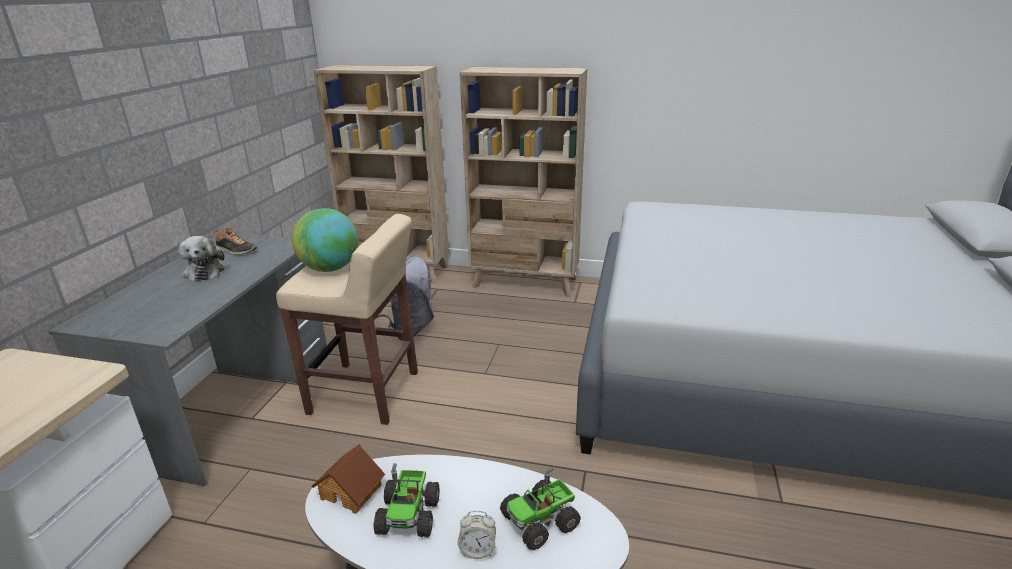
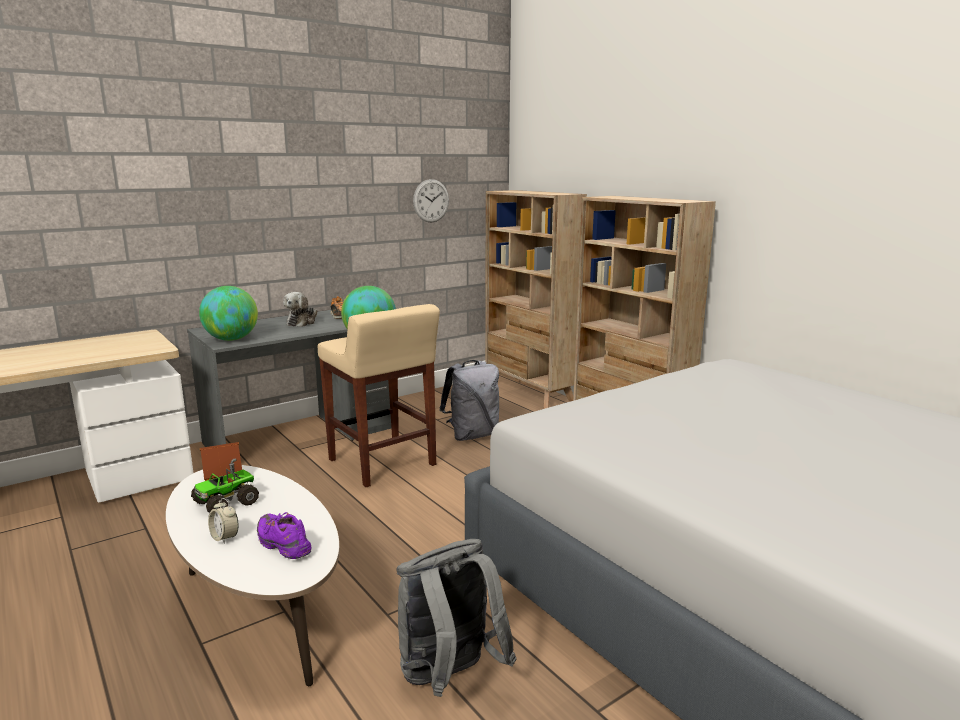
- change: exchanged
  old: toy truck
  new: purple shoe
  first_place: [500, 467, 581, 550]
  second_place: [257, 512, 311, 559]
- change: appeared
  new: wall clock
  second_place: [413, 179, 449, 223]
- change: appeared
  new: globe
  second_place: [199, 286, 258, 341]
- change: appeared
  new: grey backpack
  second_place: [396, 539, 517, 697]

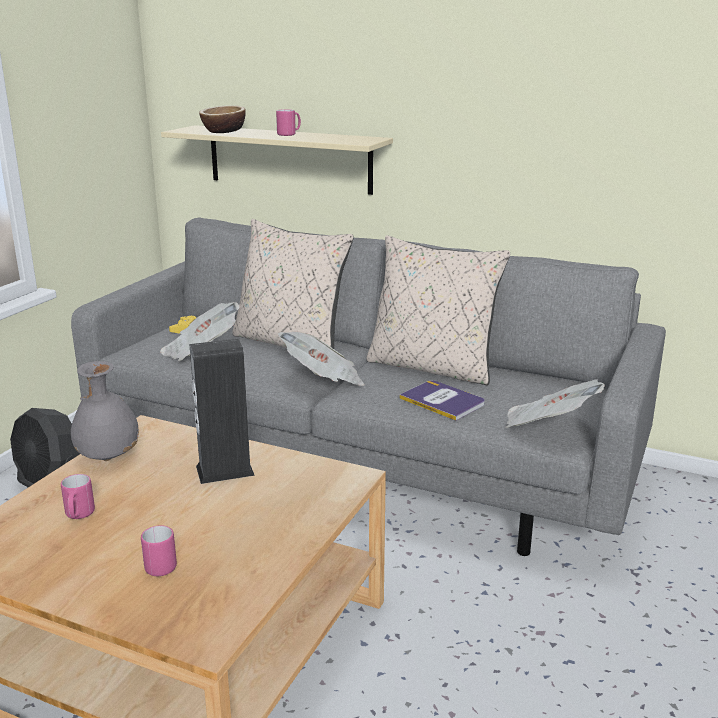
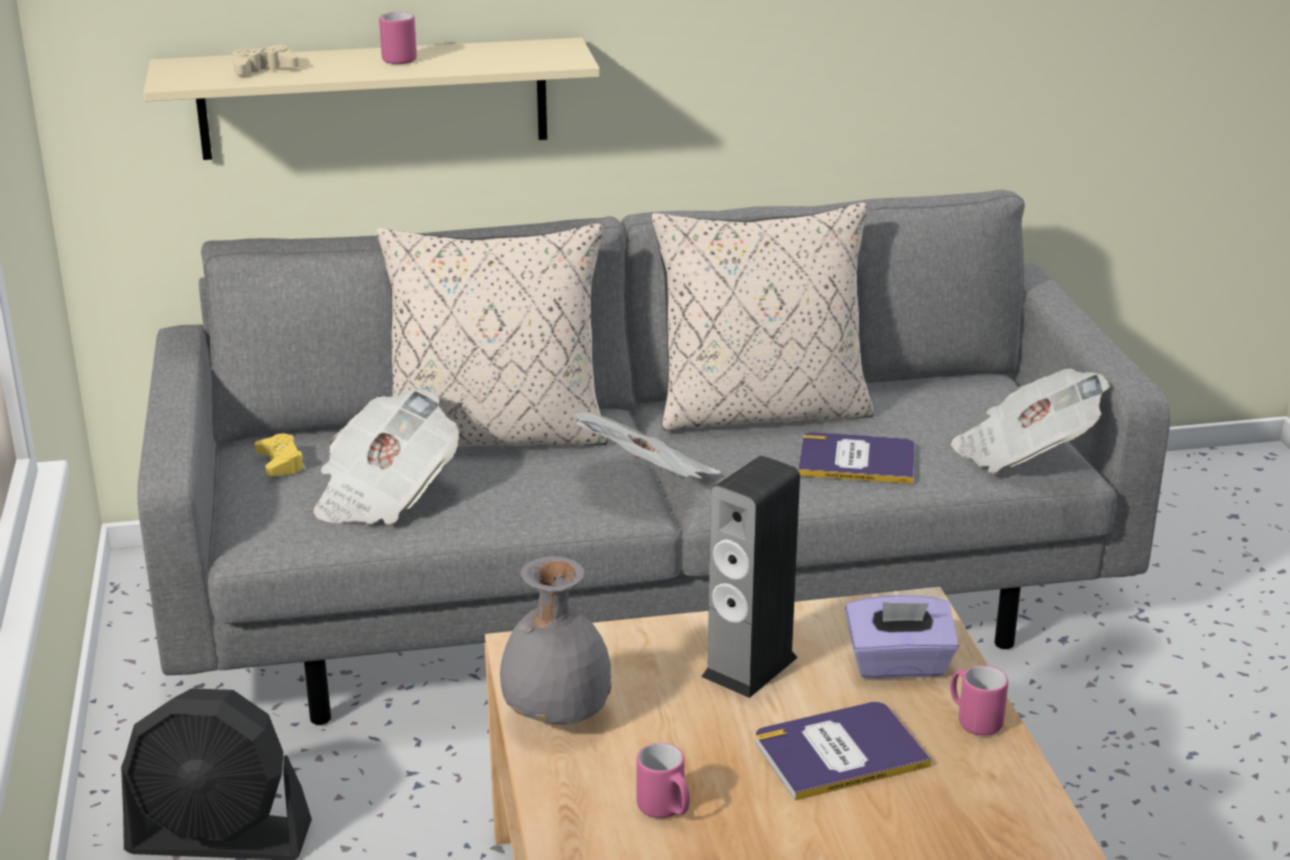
- change: exchanged
  old: bowl
  new: beige game controller
  first_place: [199, 105, 246, 133]
  second_place: [233, 45, 299, 75]
- change: relocated
  old: pink mug
  first_place: [141, 525, 177, 576]
  second_place: [950, 665, 1008, 736]
- change: appeared
  new: purple tissue box
  second_place: [845, 595, 959, 679]
- change: appeared
  new: book
  second_place: [756, 702, 931, 800]

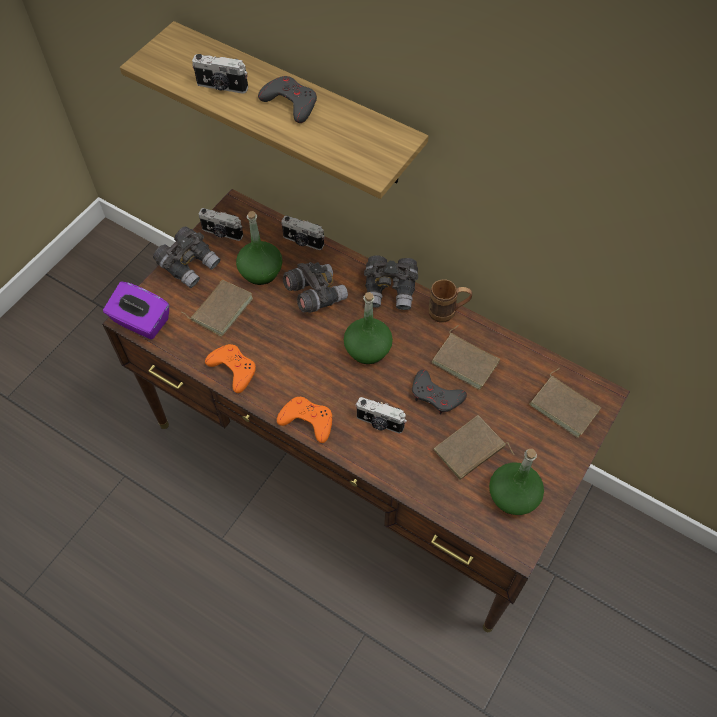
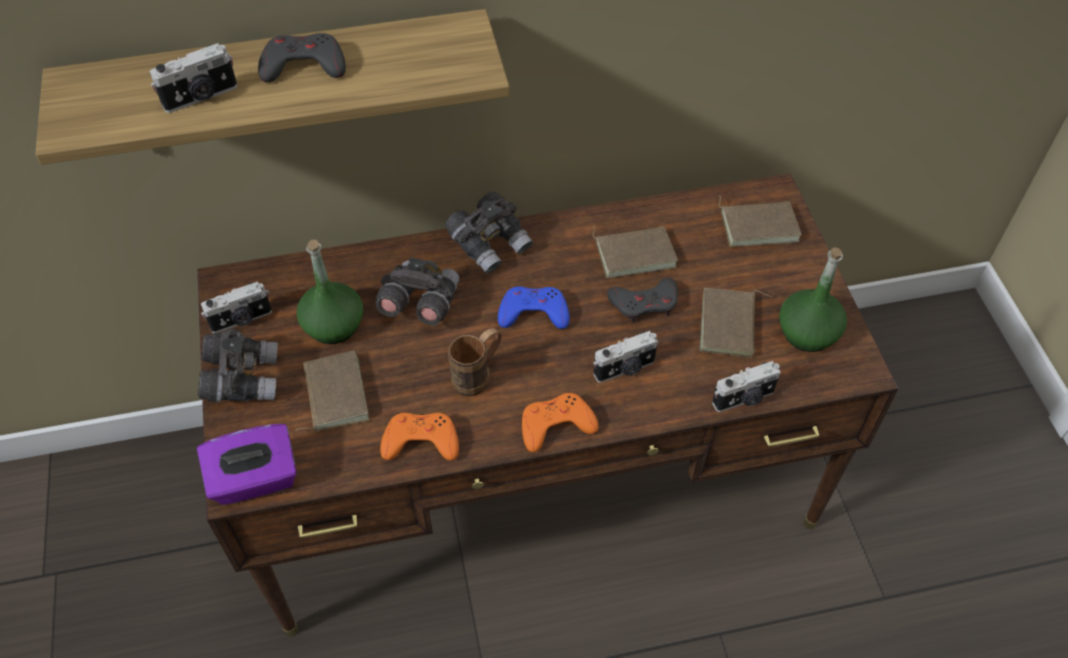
- change: relocated
  old: photo camera
  first_place: [281, 215, 325, 250]
  second_place: [712, 361, 781, 412]
- change: relocated
  old: brown mug
  first_place: [429, 279, 472, 323]
  second_place: [448, 328, 502, 397]
- change: exchanged
  old: green bottle
  new: blue game controller
  first_place: [344, 292, 393, 364]
  second_place: [498, 286, 570, 329]

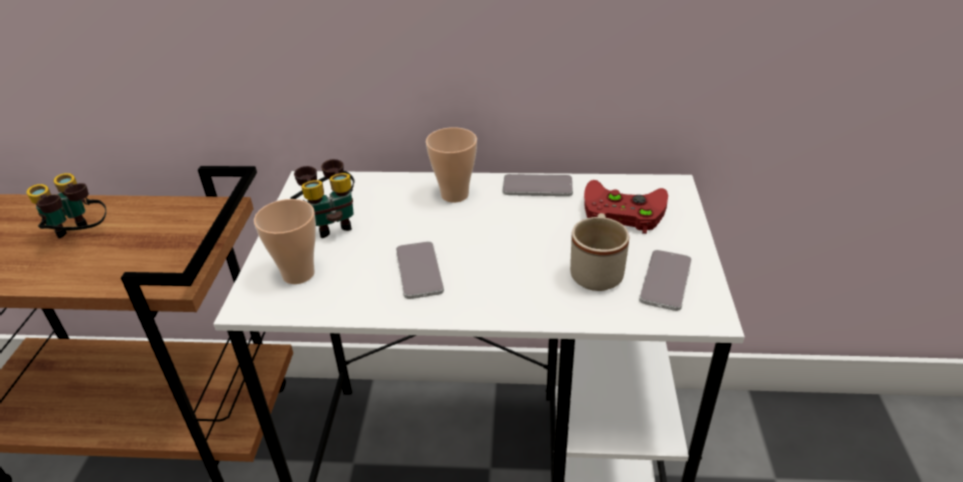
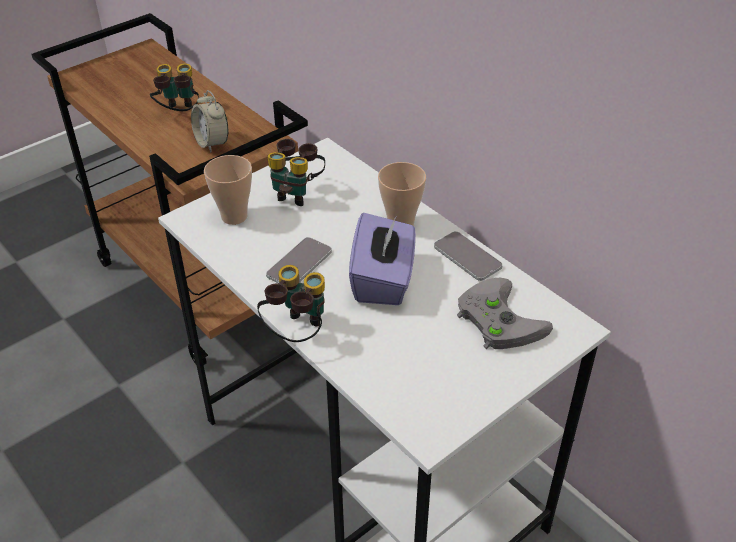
- change: colour
  old: red game controller
  new: grey game controller
  first_place: [584, 180, 668, 234]
  second_place: [457, 278, 553, 349]
- change: missing
  old: beige mug
  first_place: [570, 213, 629, 291]
- change: missing
  old: phone
  first_place: [639, 250, 692, 311]
- change: appeared
  new: alarm clock
  second_place: [191, 90, 228, 152]
- change: appeared
  new: purple tissue box
  second_place: [349, 213, 416, 305]
- change: appeared
  new: binoculars
  second_place: [257, 265, 325, 342]

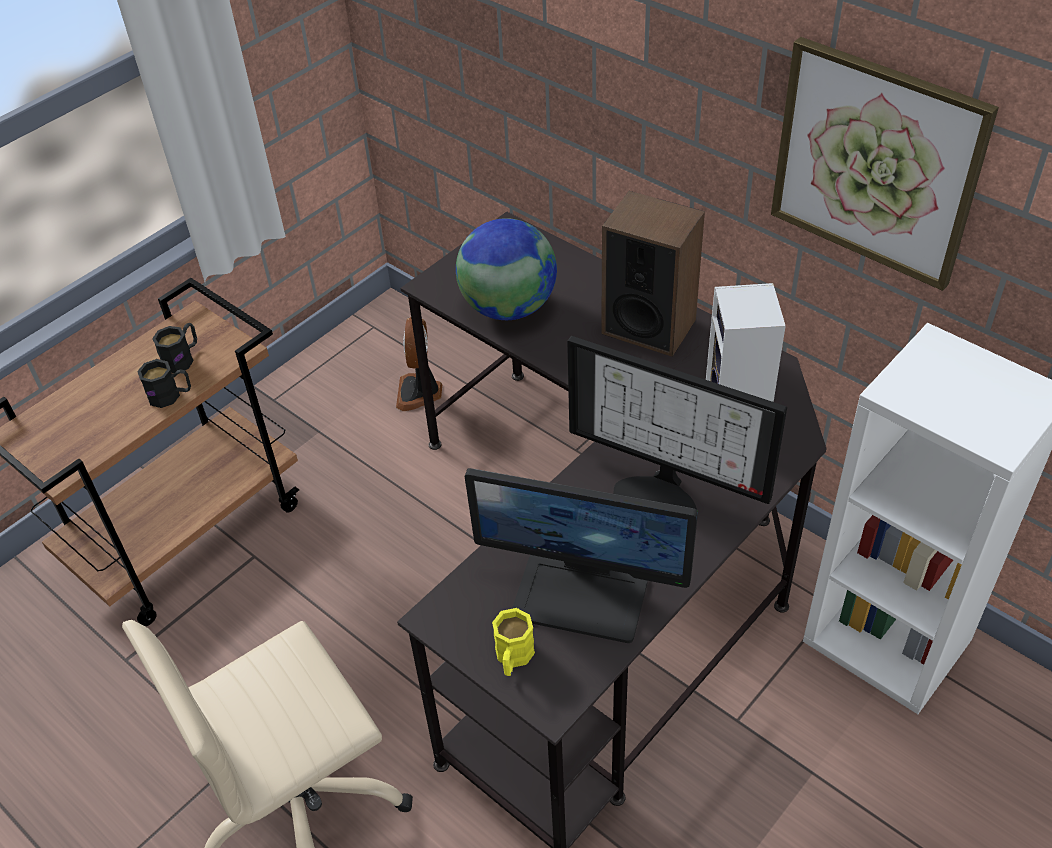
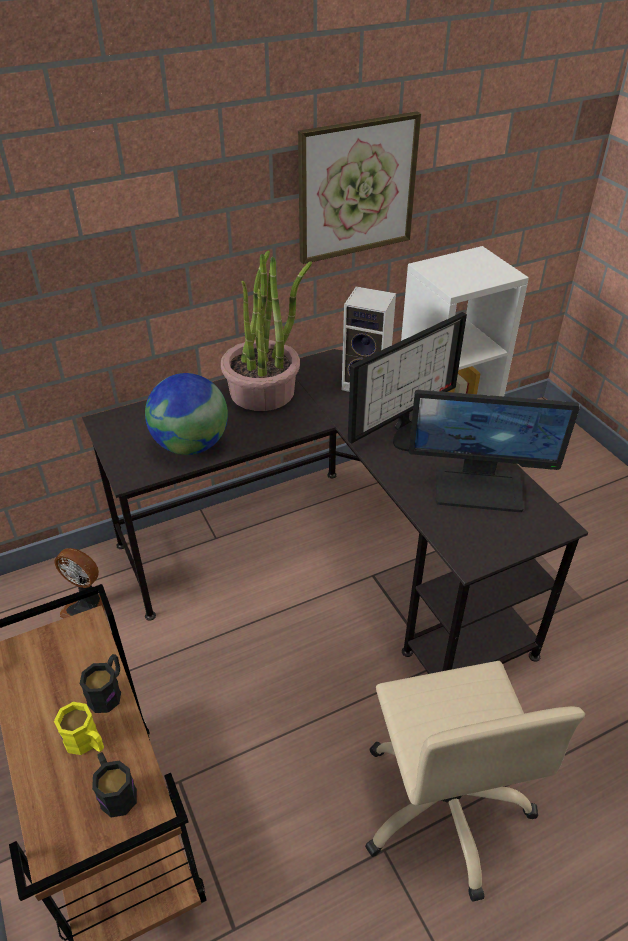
- change: exchanged
  old: speaker
  new: potted plant
  first_place: [601, 191, 705, 357]
  second_place: [221, 250, 312, 411]
- change: relocated
  old: black mug
  first_place: [152, 323, 197, 373]
  second_place: [92, 752, 137, 817]
- change: spun
  old: monitor
  first_place: [465, 468, 698, 643]
  second_place: [409, 390, 580, 512]
  degrees: 60
- change: relocated
  old: yellow mug
  first_place: [492, 608, 535, 676]
  second_place: [54, 702, 104, 755]

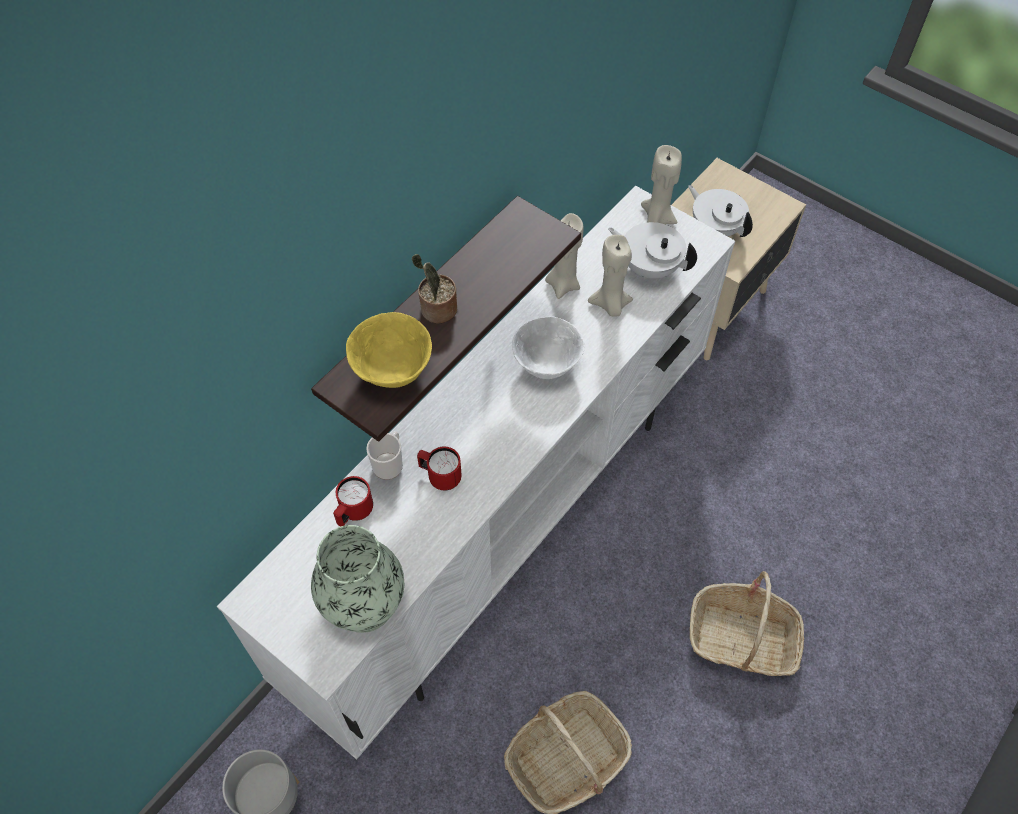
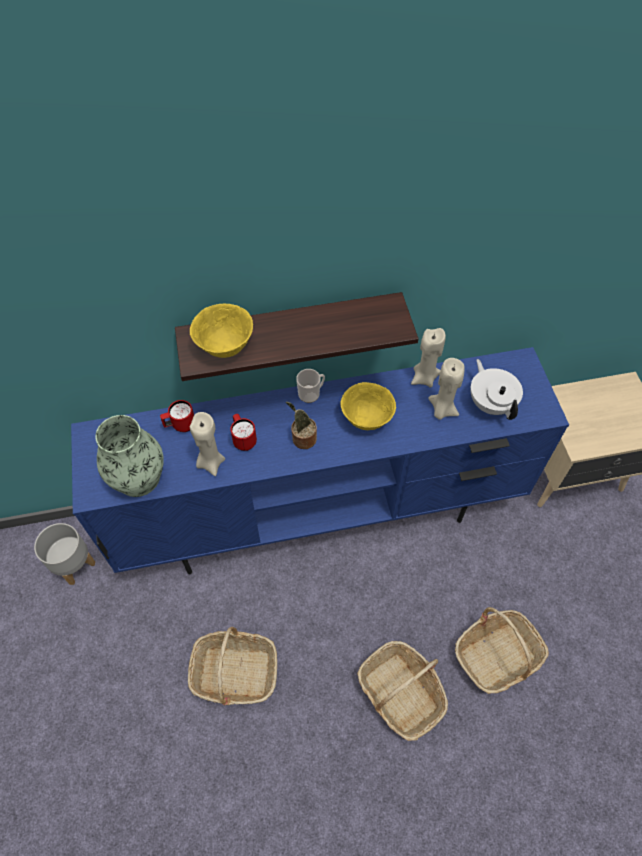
- change: relocated
  old: beige candle
  first_place: [641, 145, 682, 224]
  second_place: [190, 412, 225, 476]
- change: missing
  old: white teapot
  first_place: [688, 185, 753, 237]
- change: colour
  old: white tv stand
  new: blue tv stand
  first_place: [217, 186, 735, 760]
  second_place: [71, 347, 569, 574]
- change: relocated
  old: potted plant
  first_place: [412, 254, 457, 323]
  second_place: [285, 402, 317, 449]
- change: colour
  old: white bowl
  new: yellow bowl
  first_place: [512, 316, 585, 379]
  second_place: [341, 382, 396, 430]
- change: relocated
  old: mug
  first_place: [366, 431, 403, 480]
  second_place: [296, 369, 325, 403]
- change: appeared
  new: basket
  second_place: [455, 607, 549, 694]

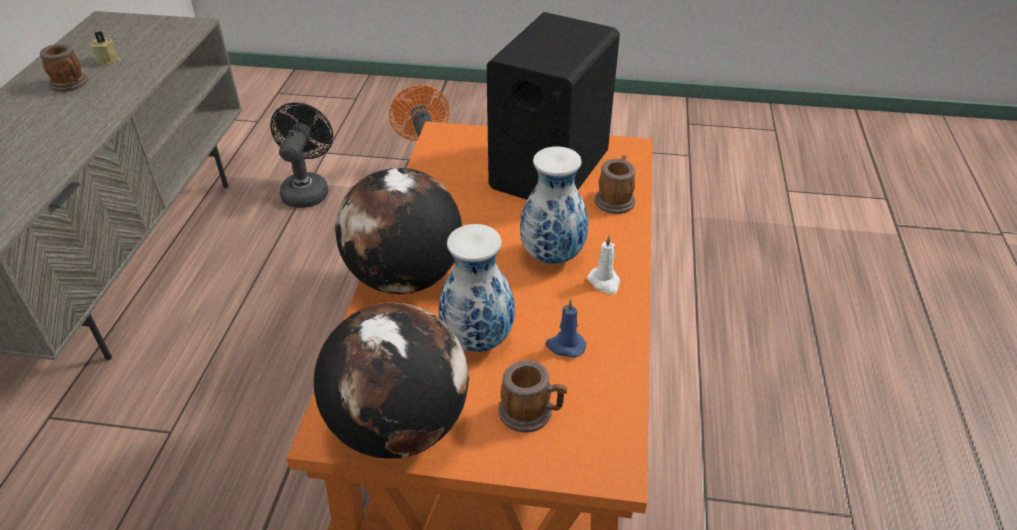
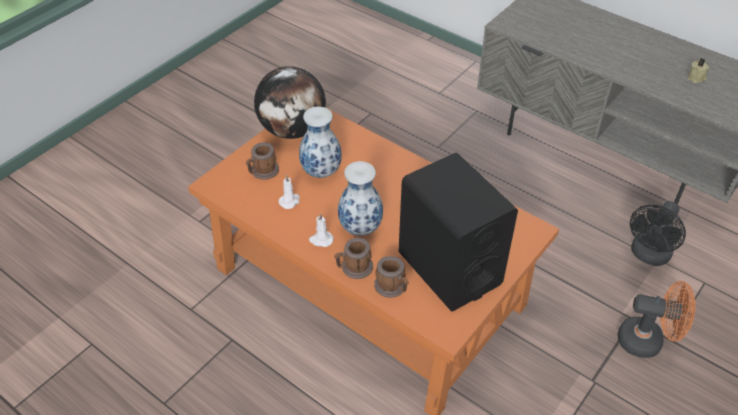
- change: relocated
  old: mug
  first_place: [40, 44, 88, 92]
  second_place: [334, 238, 373, 279]
- change: spun
  old: black fan
  first_place: [270, 102, 333, 208]
  second_place: [630, 201, 686, 266]
  degrees: 90
- change: missing
  old: globe
  first_place: [335, 168, 462, 294]
- change: colour
  old: blue candle
  new: white candle
  first_place: [545, 299, 586, 358]
  second_place: [278, 175, 300, 209]

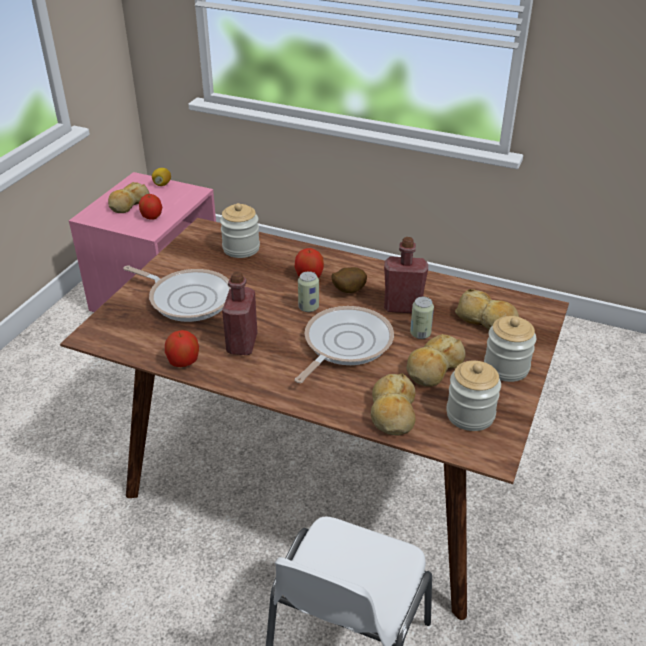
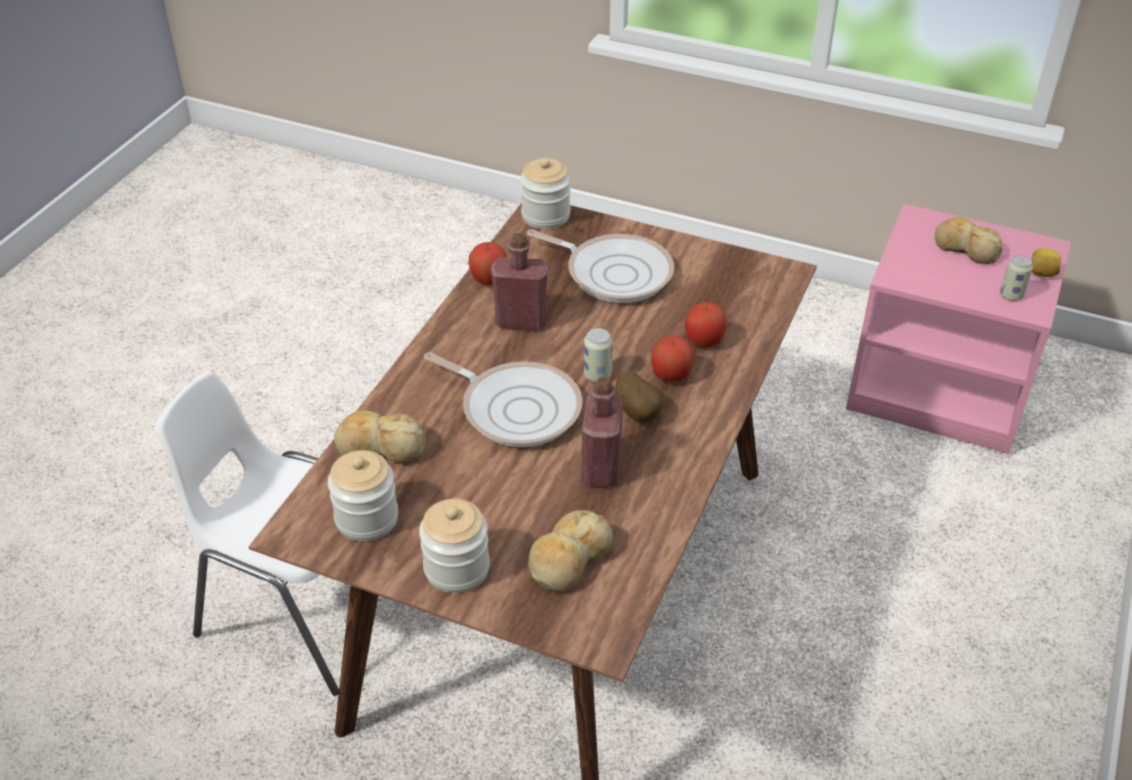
- change: relocated
  old: apple
  first_place: [139, 194, 162, 220]
  second_place: [685, 302, 726, 348]
- change: relocated
  old: jar
  first_place: [220, 203, 260, 258]
  second_place: [520, 158, 570, 229]
- change: spun
  old: frying pan
  first_place: [123, 265, 231, 322]
  second_place: [527, 229, 674, 303]
  degrees: -90
- change: relocated
  old: can
  first_place: [410, 297, 434, 339]
  second_place: [1000, 255, 1033, 301]
- change: missing
  old: bread
  first_place: [406, 334, 466, 387]

